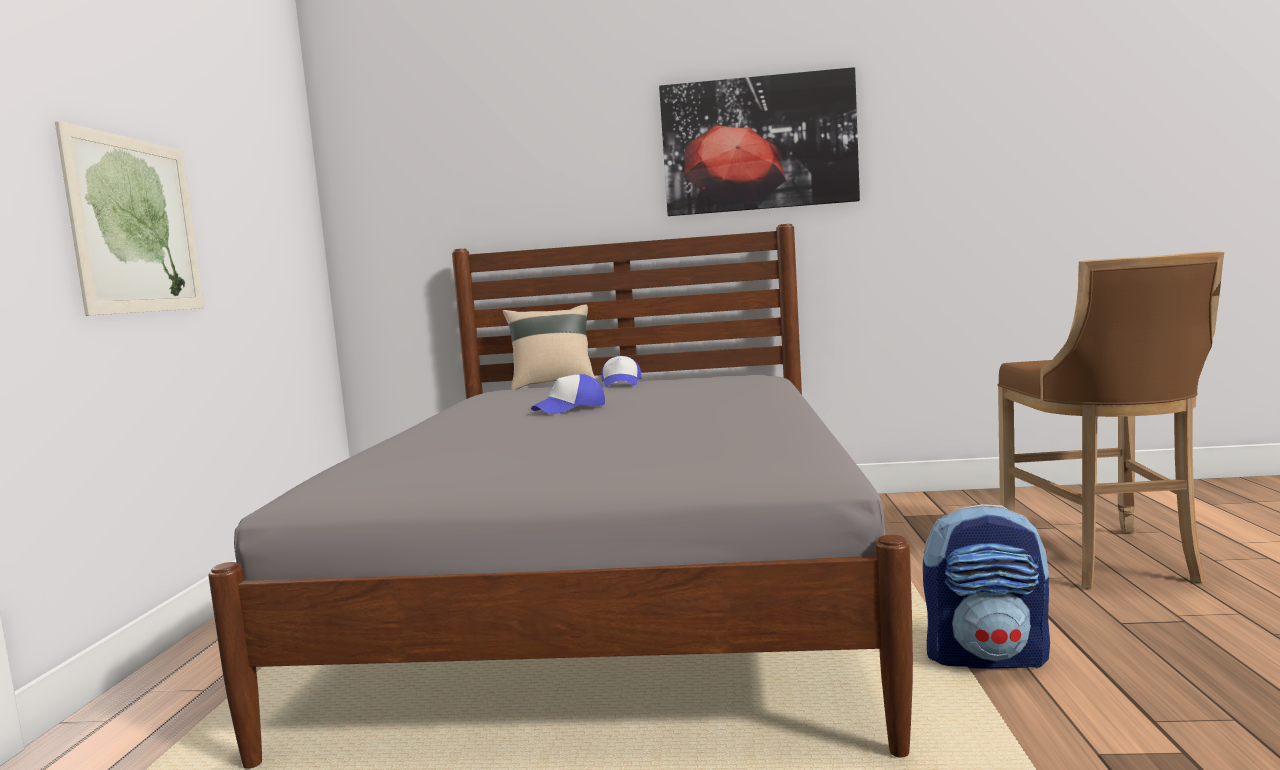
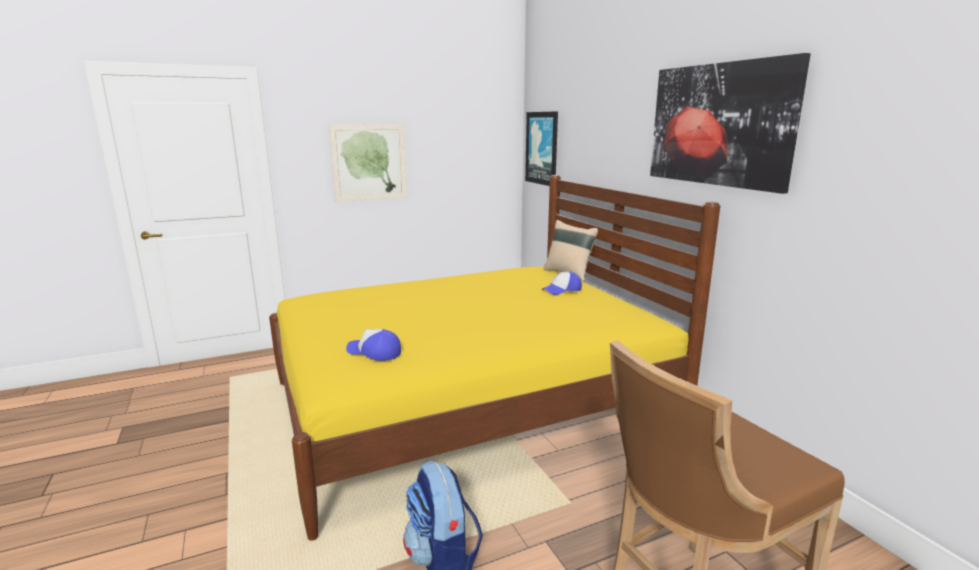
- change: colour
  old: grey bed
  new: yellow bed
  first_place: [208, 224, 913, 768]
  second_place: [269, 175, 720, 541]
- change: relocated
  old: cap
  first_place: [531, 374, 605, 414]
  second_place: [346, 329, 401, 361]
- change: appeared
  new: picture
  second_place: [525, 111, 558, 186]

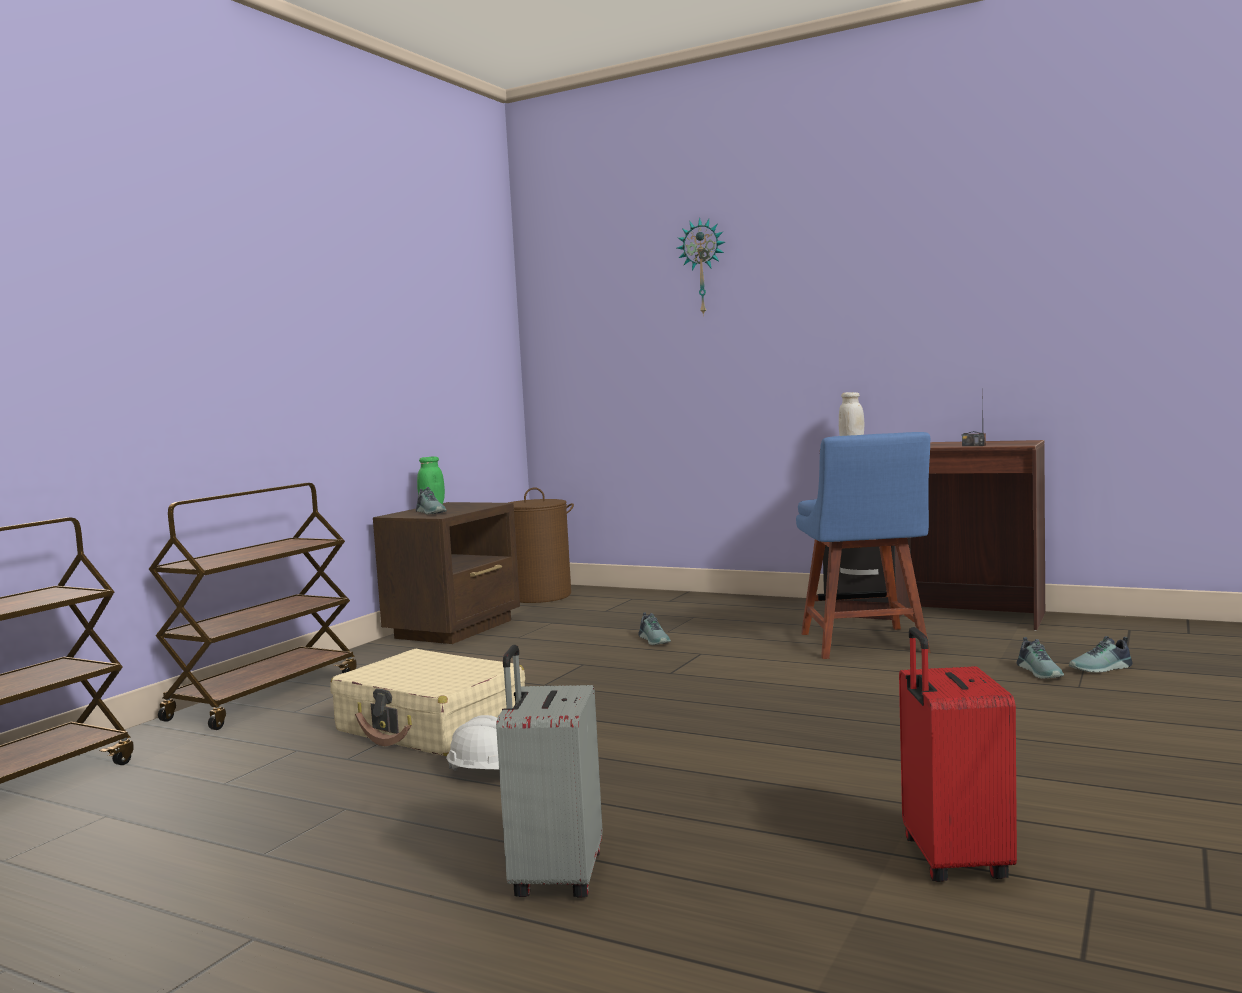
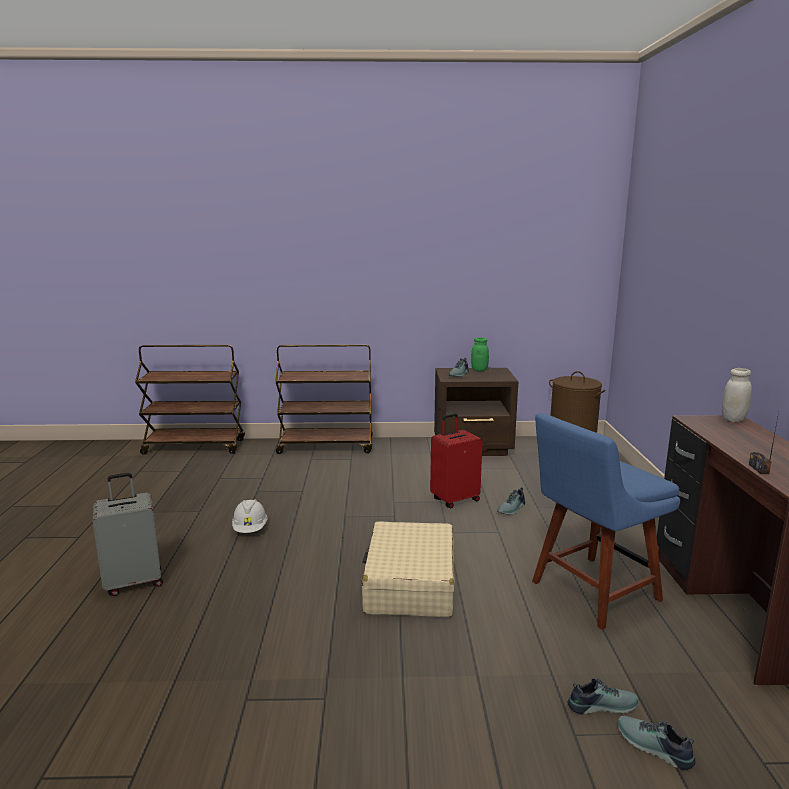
- change: missing
  old: wall clock
  first_place: [677, 217, 725, 316]
- change: relocated
  old: red suitcase
  first_place: [899, 627, 1017, 882]
  second_place: [430, 414, 483, 508]
- change: spun
  old: shoe
  first_place: [1017, 637, 1064, 679]
  second_place: [567, 678, 638, 715]
  degrees: -150
- change: relocated
  old: beige suitcase
  first_place: [330, 649, 525, 756]
  second_place: [361, 521, 455, 618]

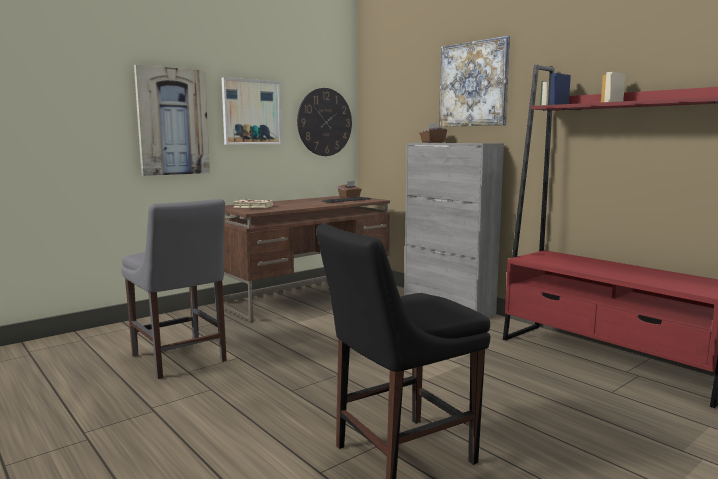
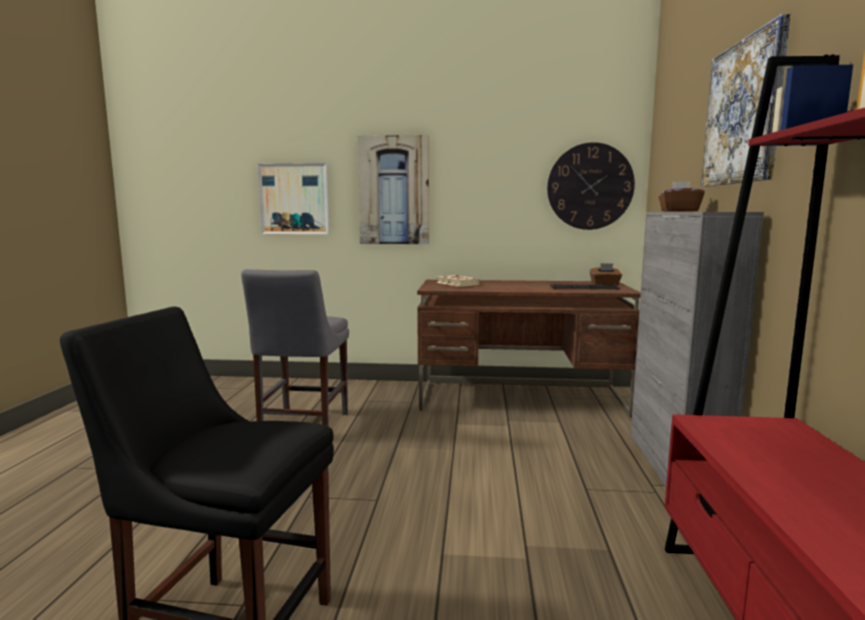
- change: relocated
  old: picture
  first_place: [222, 77, 282, 145]
  second_place: [258, 163, 330, 234]

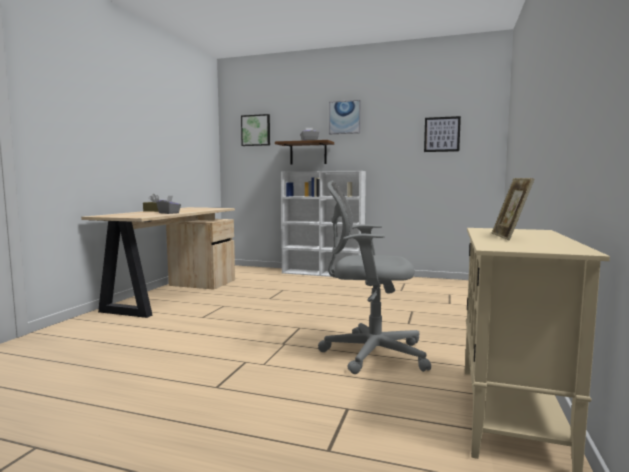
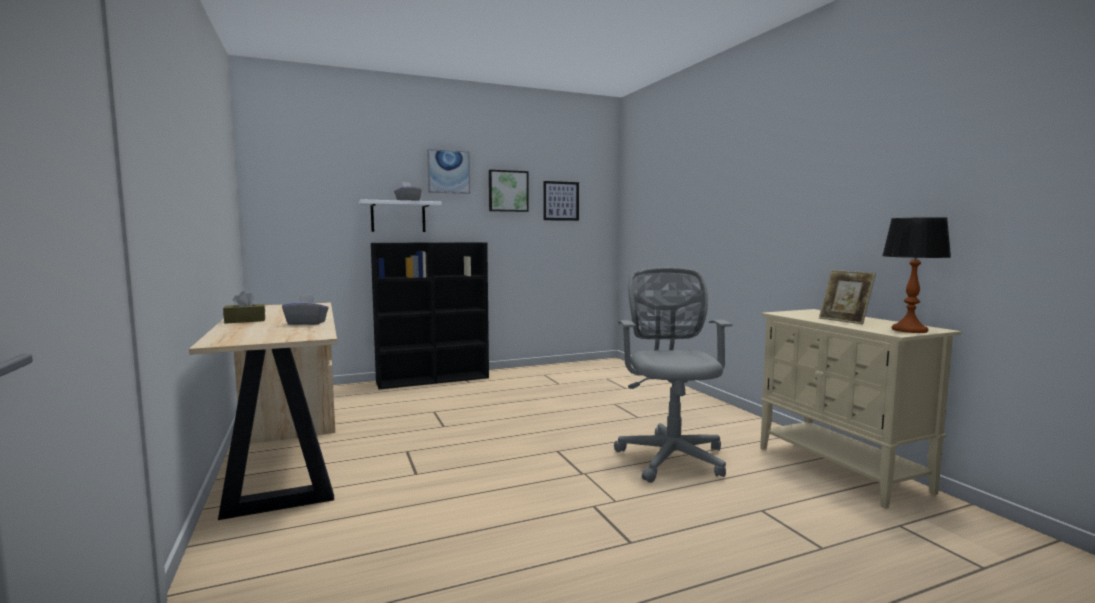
- change: relocated
  old: picture
  first_place: [241, 114, 270, 146]
  second_place: [489, 170, 529, 212]
- change: colour
  old: brown shelf
  new: white shelf
  first_place: [275, 140, 334, 164]
  second_place: [359, 199, 442, 232]
- change: colour
  old: white bookcase
  new: black bookcase
  first_place: [281, 171, 366, 277]
  second_place: [371, 242, 489, 389]
- change: spun
  old: grey office chair
  first_place: [318, 181, 431, 374]
  second_place: [614, 267, 733, 483]
  degrees: 120
- change: appeared
  new: table lamp
  second_place: [882, 217, 951, 333]

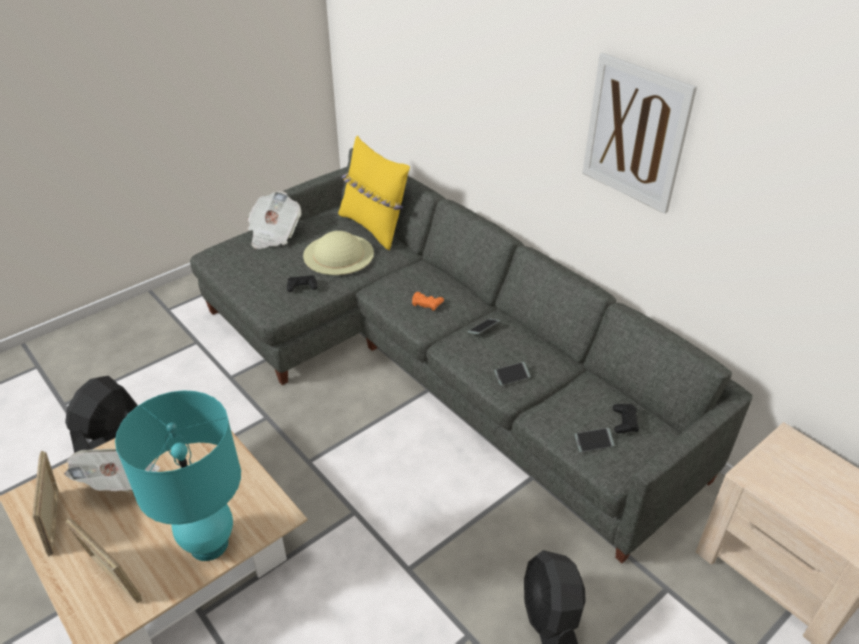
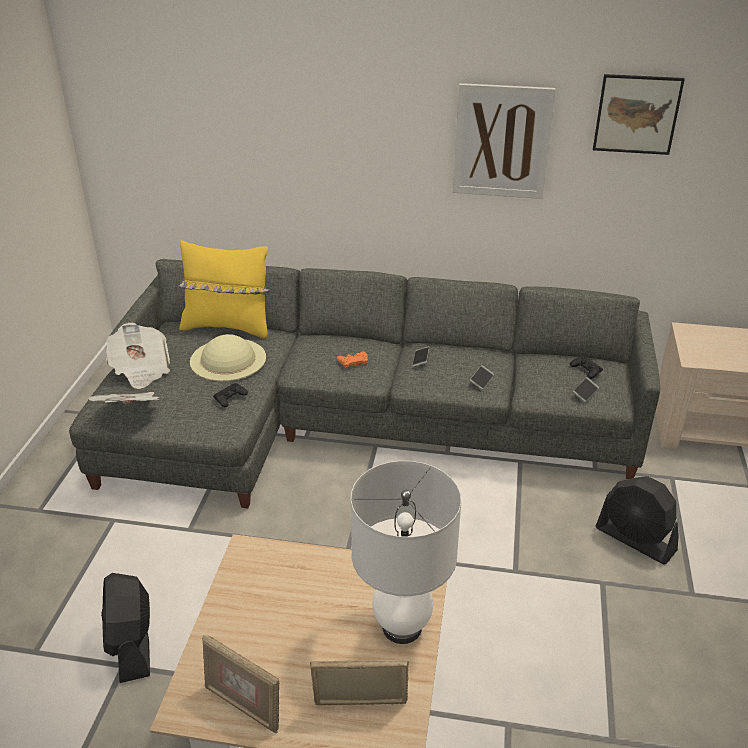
- change: colour
  old: turquoise table lamp
  new: white table lamp
  first_place: [115, 390, 241, 561]
  second_place: [351, 461, 461, 644]
- change: relocated
  old: newspaper
  first_place: [64, 449, 160, 492]
  second_place: [88, 392, 160, 404]
- change: appeared
  new: picture
  second_place: [593, 74, 685, 155]

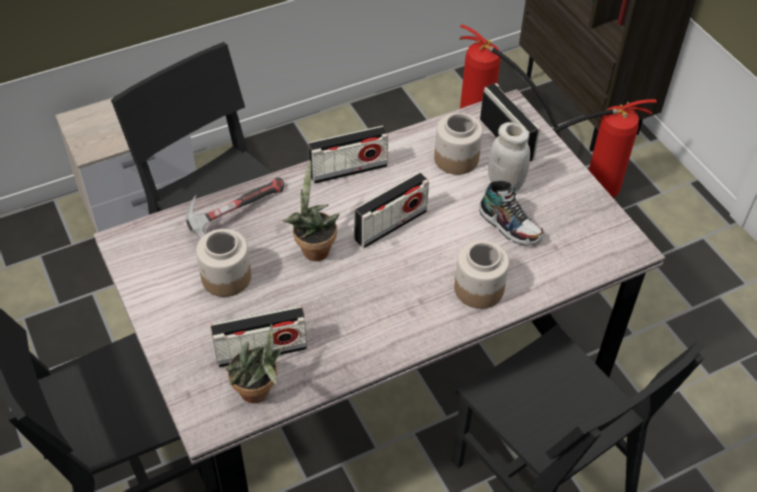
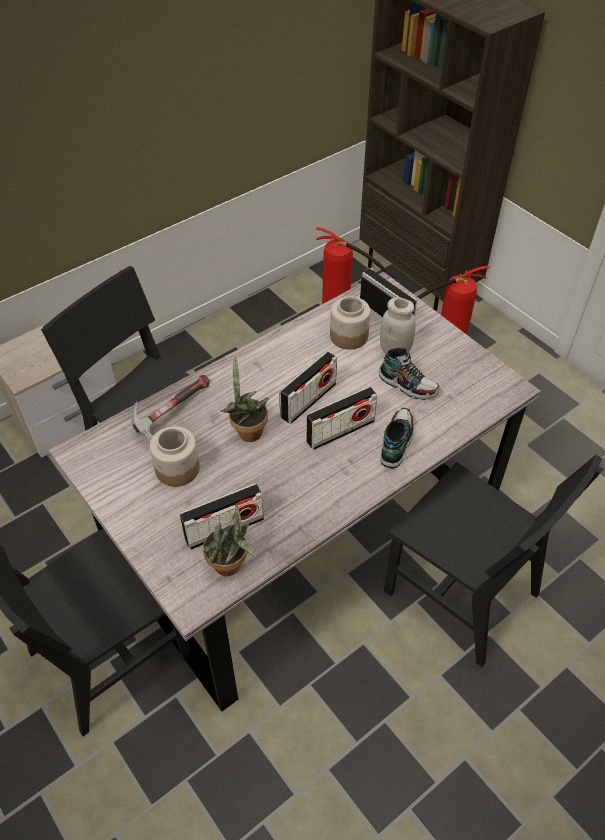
- change: relocated
  old: radio
  first_place: [308, 126, 388, 184]
  second_place: [306, 386, 377, 450]
- change: exchanged
  old: jar
  new: shoe
  first_place: [454, 240, 509, 309]
  second_place: [380, 407, 414, 468]

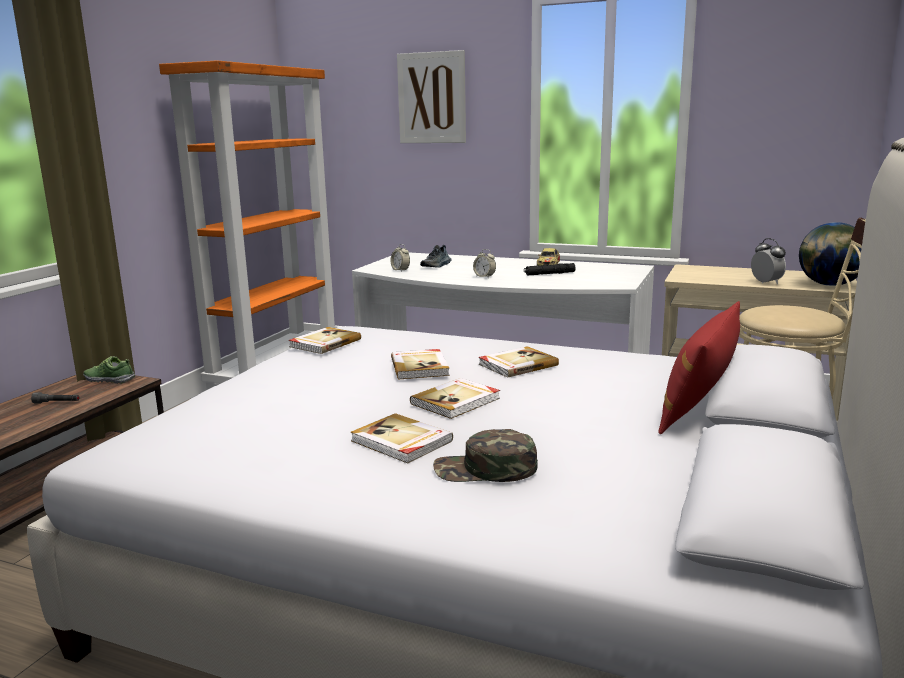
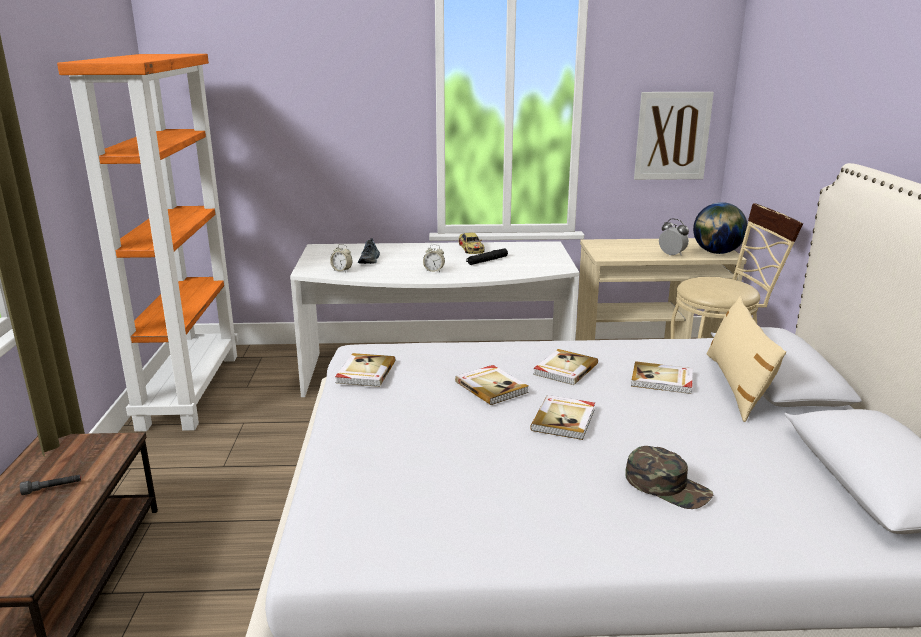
- change: relocated
  old: picture
  first_place: [397, 50, 466, 143]
  second_place: [634, 92, 714, 180]
- change: colour
  old: red pillow
  new: beige pillow
  first_place: [658, 301, 740, 434]
  second_place: [707, 296, 786, 422]
- change: missing
  old: shoe
  first_place: [83, 356, 135, 384]
- change: relocated
  old: book
  first_place: [350, 413, 453, 463]
  second_place: [631, 361, 693, 394]
- change: spun
  old: green cap
  first_place: [433, 429, 538, 482]
  second_place: [625, 446, 713, 509]
  degrees: -120

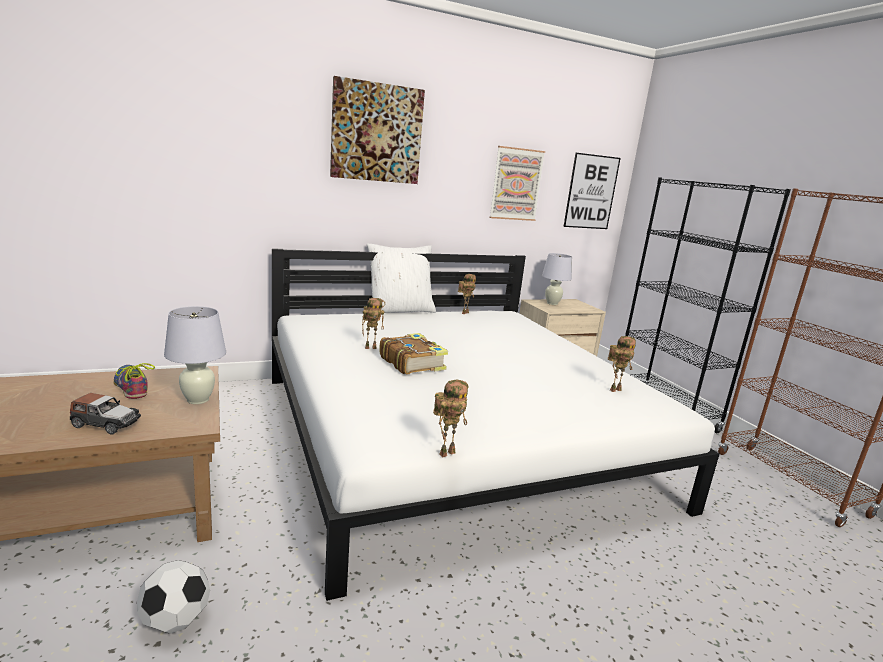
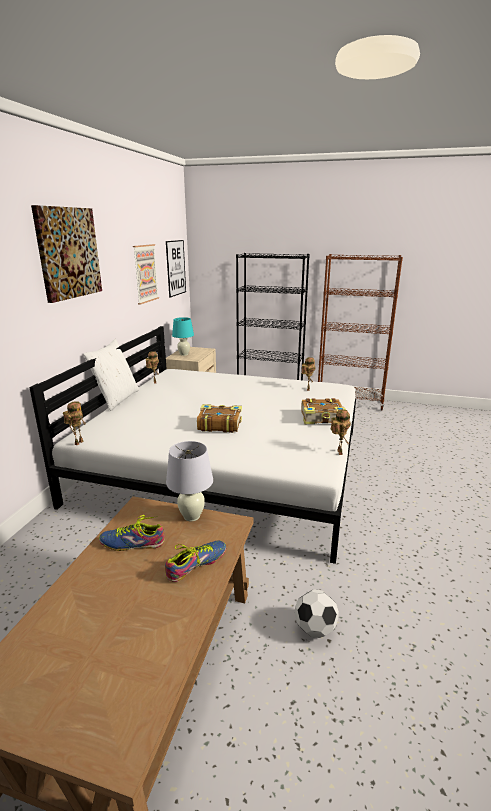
- change: colour
  old: white table lamp
  new: turquoise table lamp
  first_place: [542, 253, 572, 305]
  second_place: [172, 317, 194, 356]
- change: relocated
  old: toy robot
  first_place: [362, 298, 385, 349]
  second_place: [63, 401, 86, 445]
- change: exchanged
  old: toy car
  new: shoe
  first_place: [70, 393, 141, 434]
  second_place: [165, 541, 226, 582]
- change: appeared
  new: book
  second_place: [301, 398, 346, 424]

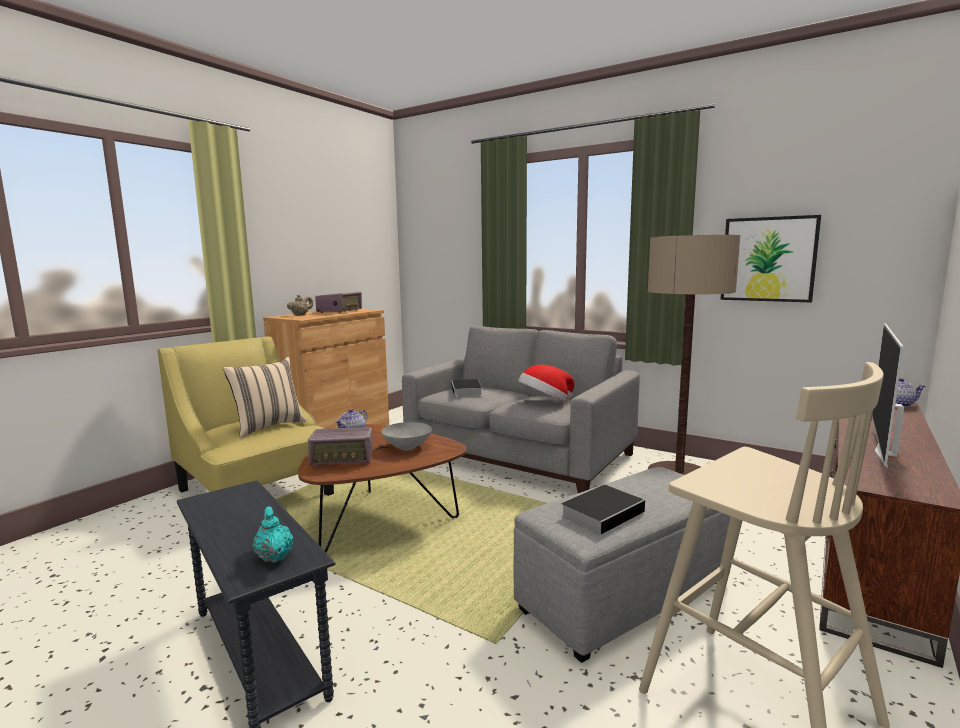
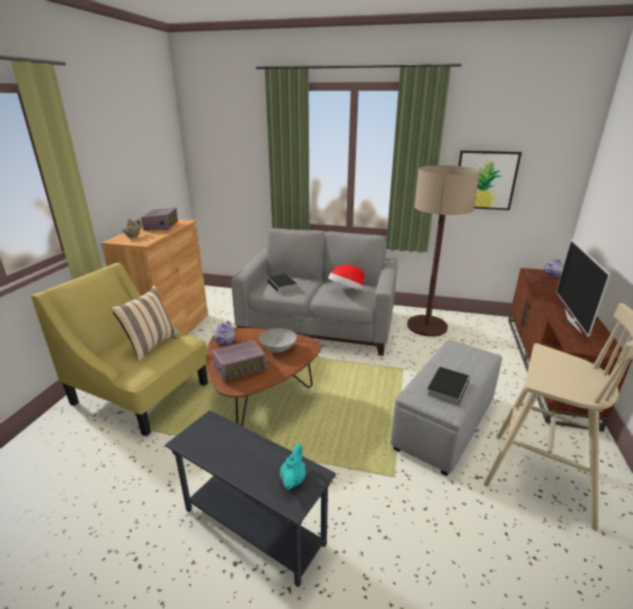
- change: spun
  old: turquoise teapot
  first_place: [253, 507, 293, 563]
  second_place: [280, 444, 306, 490]
  degrees: 60

